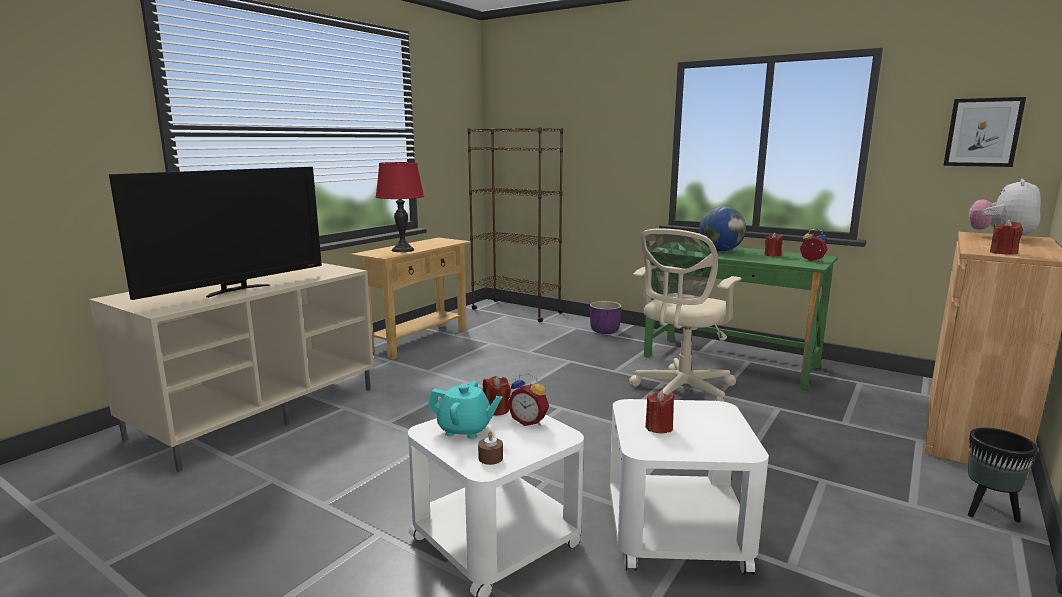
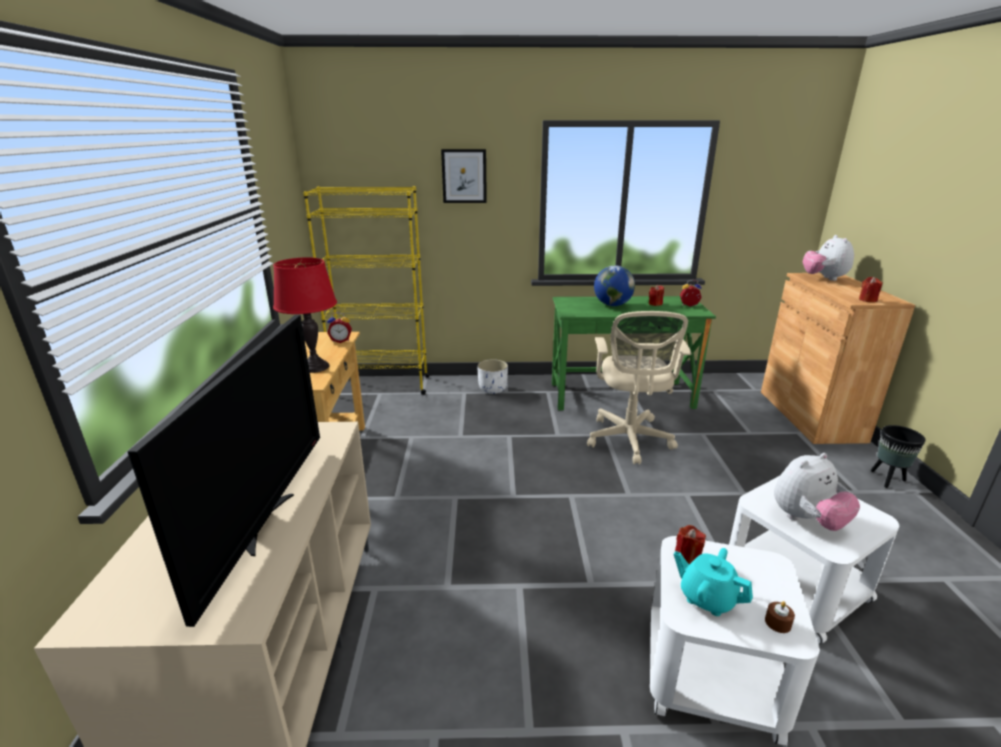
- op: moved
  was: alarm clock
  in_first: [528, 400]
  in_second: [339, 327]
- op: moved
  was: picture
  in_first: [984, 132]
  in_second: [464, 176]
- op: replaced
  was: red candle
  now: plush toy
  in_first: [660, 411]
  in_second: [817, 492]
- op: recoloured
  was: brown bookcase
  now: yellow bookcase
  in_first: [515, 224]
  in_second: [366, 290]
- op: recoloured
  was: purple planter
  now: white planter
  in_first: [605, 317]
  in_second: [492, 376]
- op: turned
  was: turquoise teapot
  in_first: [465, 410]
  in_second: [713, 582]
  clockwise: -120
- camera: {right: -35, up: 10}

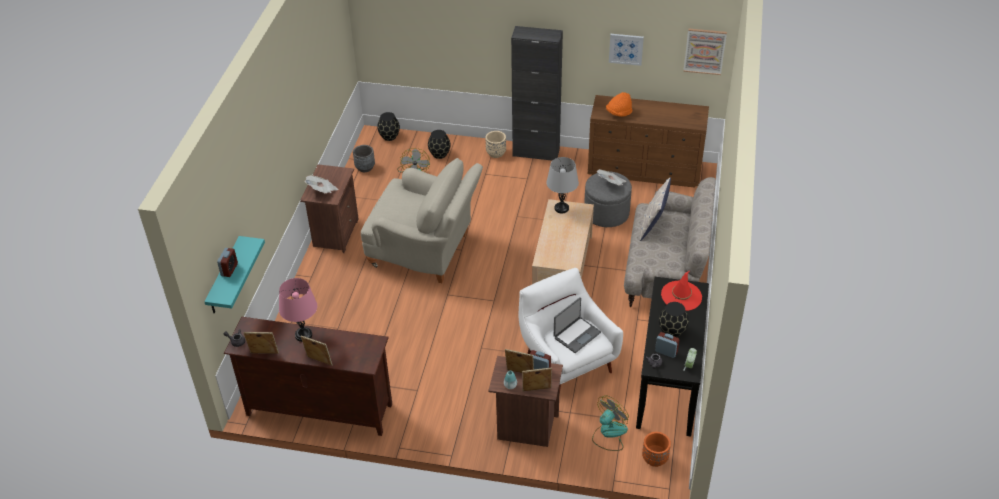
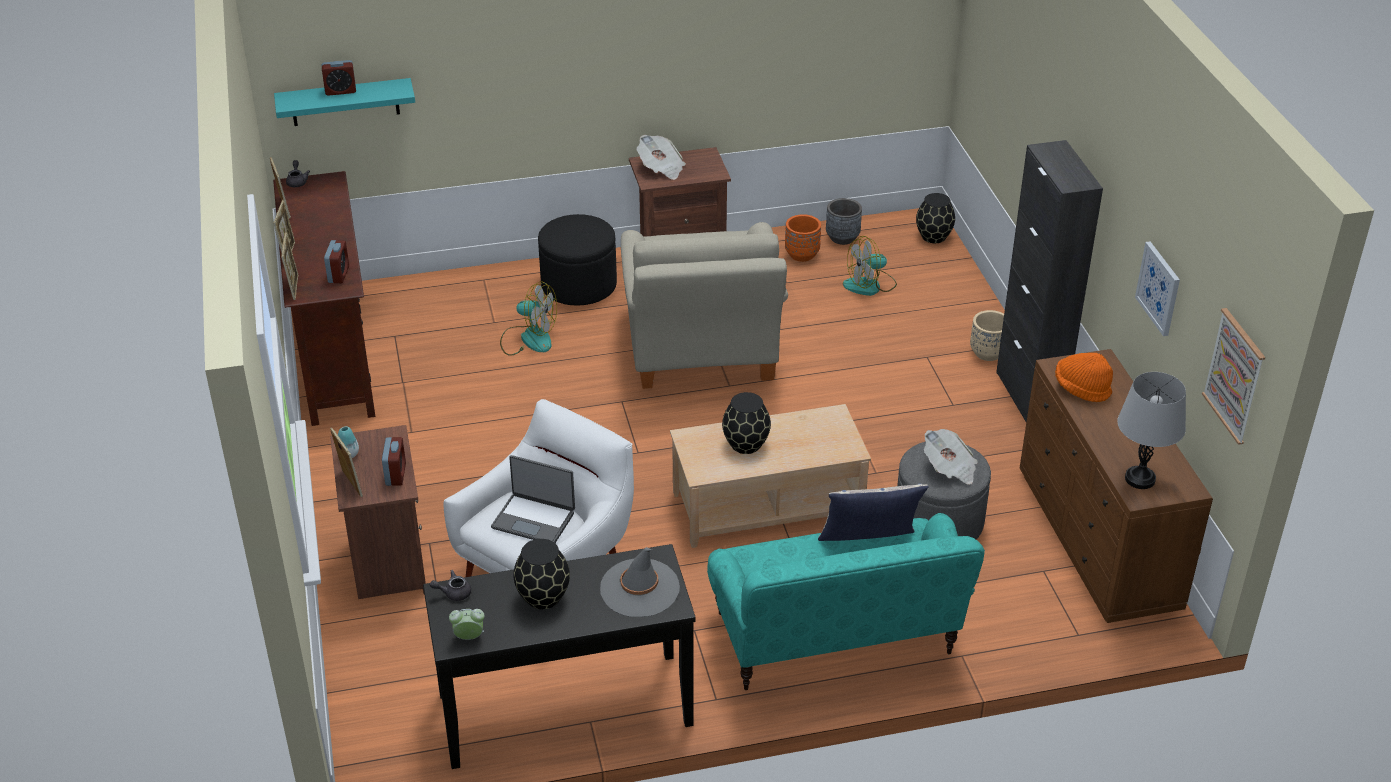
- op: removed
  was: pink table lamp
  in_first: [298, 310]
- op: added
  now: black ottoman
  in_second: [577, 260]
- op: moved
  was: black vase
  in_first: [439, 144]
  in_second: [746, 423]
- op: moved
  was: picture frame
  in_first: [519, 361]
  in_second: [290, 266]
- op: moved
  was: grey table lamp
  in_first: [562, 185]
  in_second: [1151, 430]
- op: moved
  was: fan
  in_first: [610, 423]
  in_second: [528, 319]
- op: moved
  was: orange planter
  in_first: [656, 449]
  in_second: [803, 238]
- op: moved
  was: alarm clock
  in_first: [667, 345]
  in_second: [336, 261]
- op: recoloured
  was: beige sofa
  now: turquoise sofa
  in_first: [670, 242]
  in_second: [846, 601]
- op: recoloured
  was: red hat
  now: grey hat
  in_first: [681, 291]
  in_second: [640, 582]
- camera: {right: 65, up: -5}

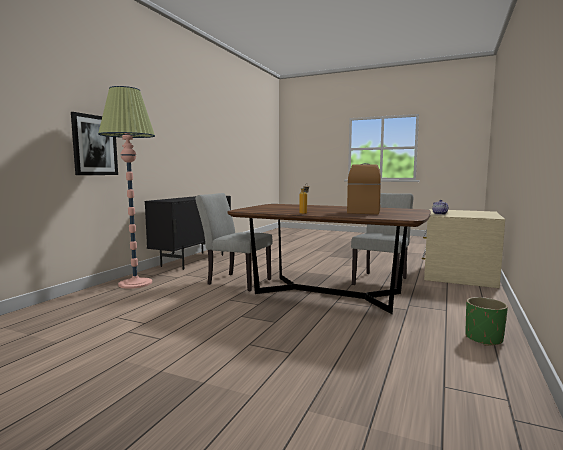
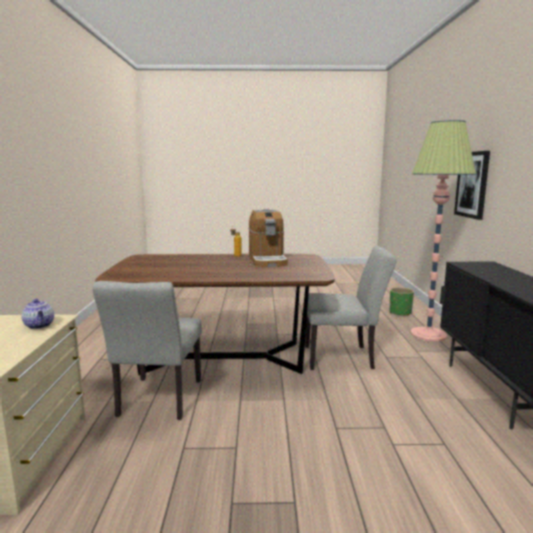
- op: moved
  was: coffee machine
  in_first: [364, 188]
  in_second: [268, 238]
- op: moved
  was: green planter
  in_first: [486, 321]
  in_second: [402, 301]
- camera: {right: 155, up: 5}

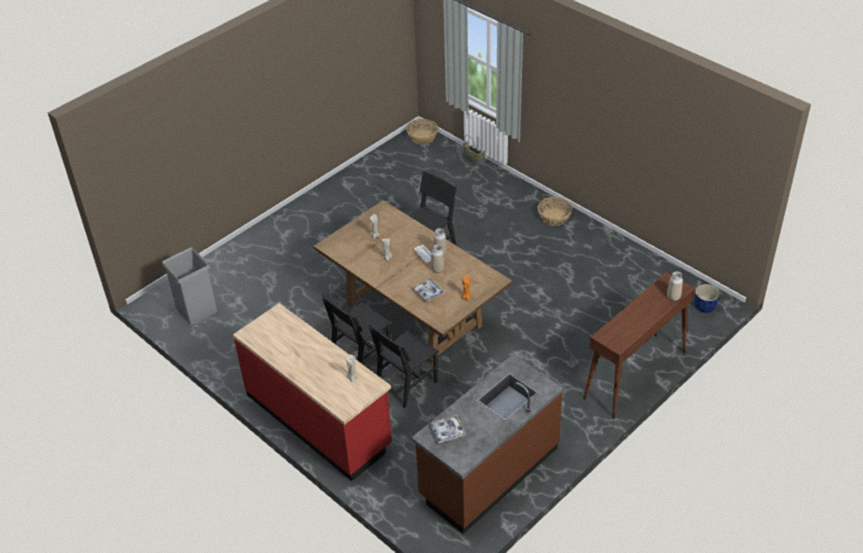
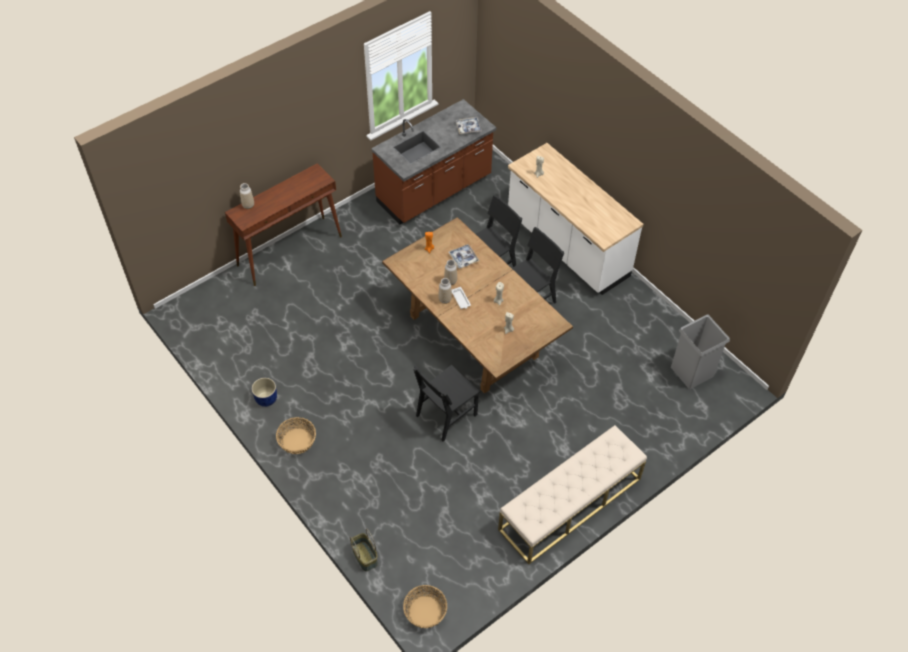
- op: added
  now: beige bench
  in_second: [572, 494]
- op: moved
  was: blue planter
  in_first: [707, 298]
  in_second: [264, 392]
- op: recoloured
  was: red counter
  now: white counter
  in_first: [312, 392]
  in_second: [575, 219]
- camera: {right: -175, up: 10}

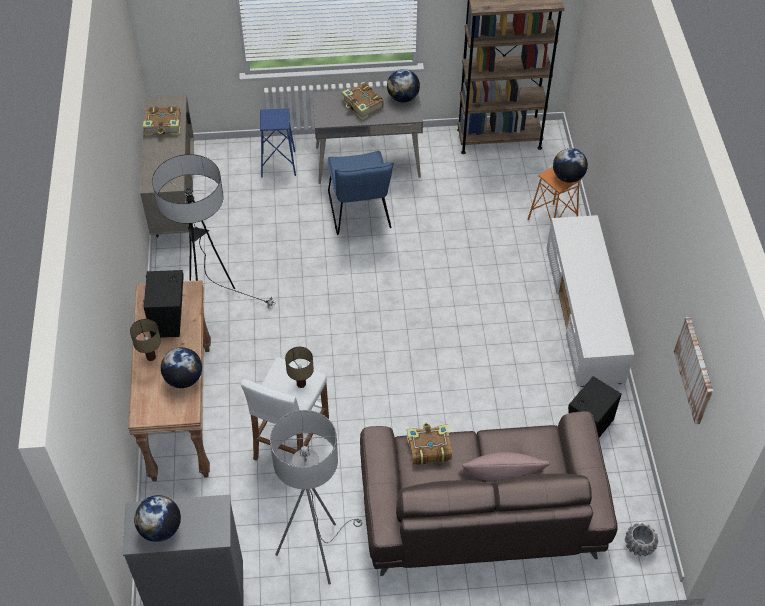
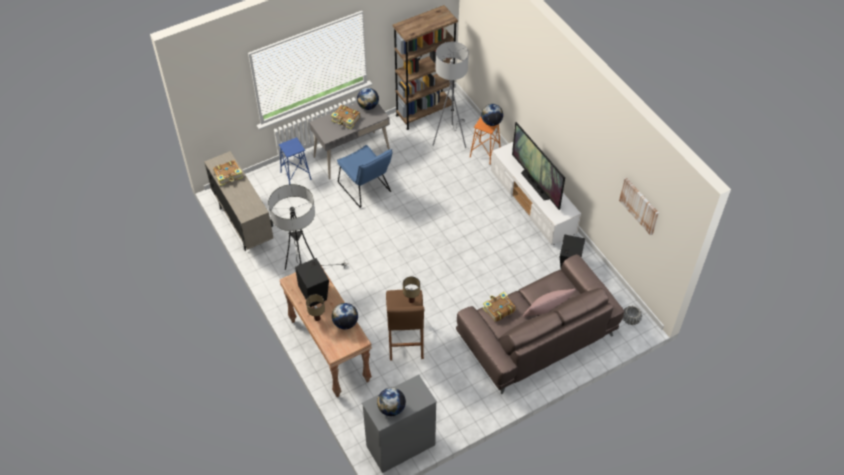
- op: added
  now: television
  in_second: [538, 166]
- op: moved
  was: grey floor lamp
  in_first: [316, 497]
  in_second: [450, 95]
- op: recoloured
  was: white stool
  now: brown stool
  in_first: [285, 409]
  in_second: [405, 325]
- camera: {right: -25, up: 0}

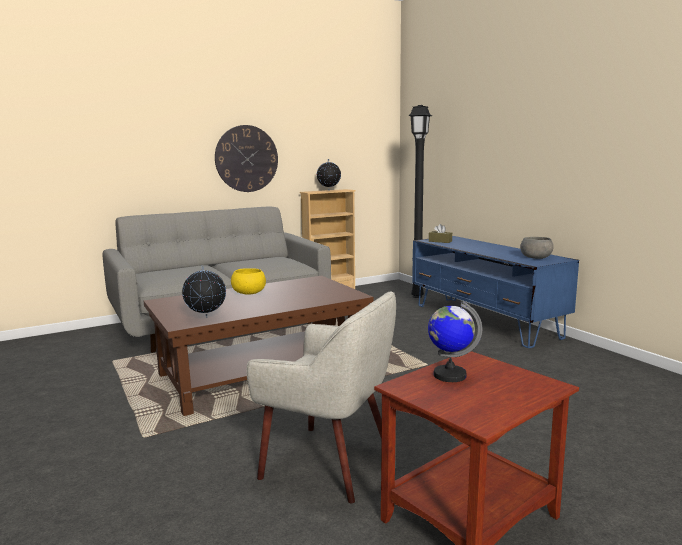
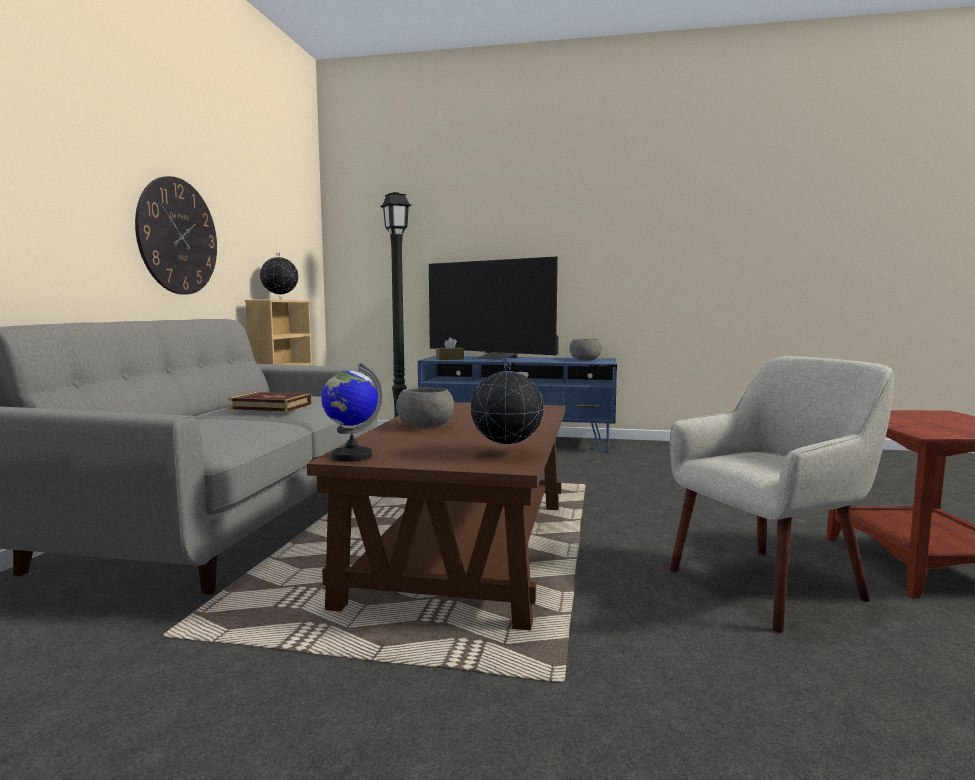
- op: added
  now: book
  in_second: [270, 402]
- op: added
  now: television
  in_second: [494, 308]
- op: moved
  was: globe
  in_first: [455, 341]
  in_second: [351, 412]
- op: recoloured
  was: yellow bowl
  now: grey bowl
  in_first: [248, 281]
  in_second: [425, 408]
- camera: {right: -50, up: -5}

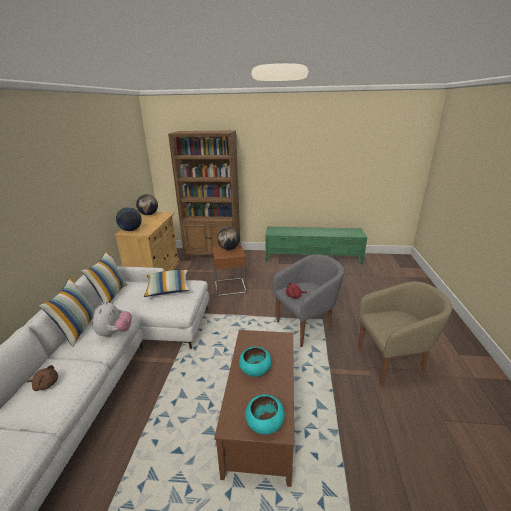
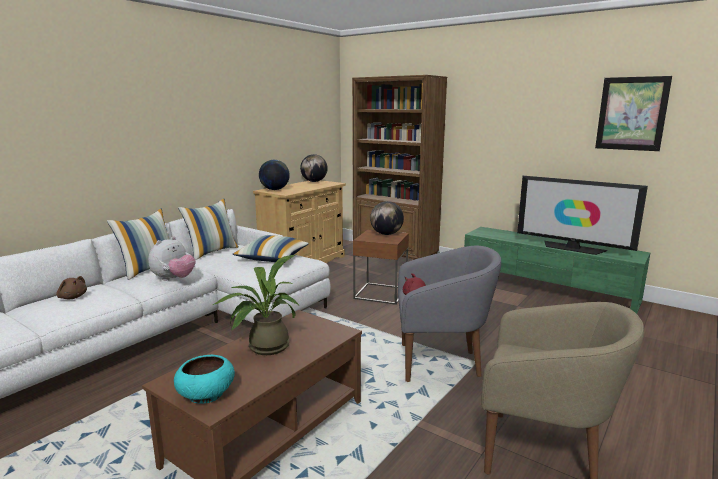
- op: added
  now: television
  in_second: [582, 215]
- op: added
  now: picture
  in_second: [633, 113]
- op: replaced
  was: turquoise bowl
  now: potted plant
  in_first: [255, 362]
  in_second: [255, 305]
- camera: {right: 30, up: -10}

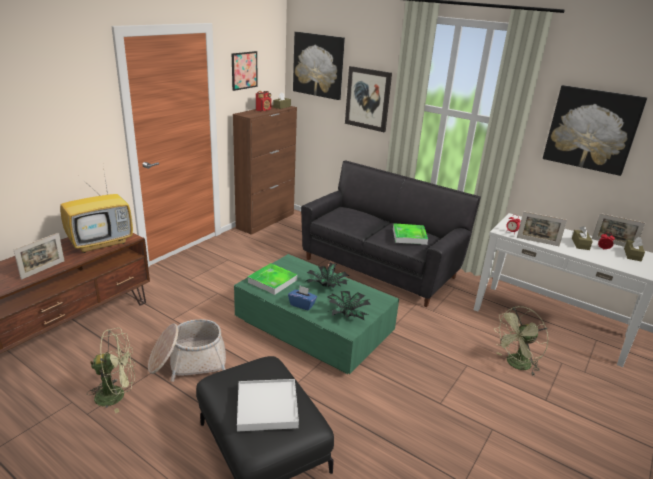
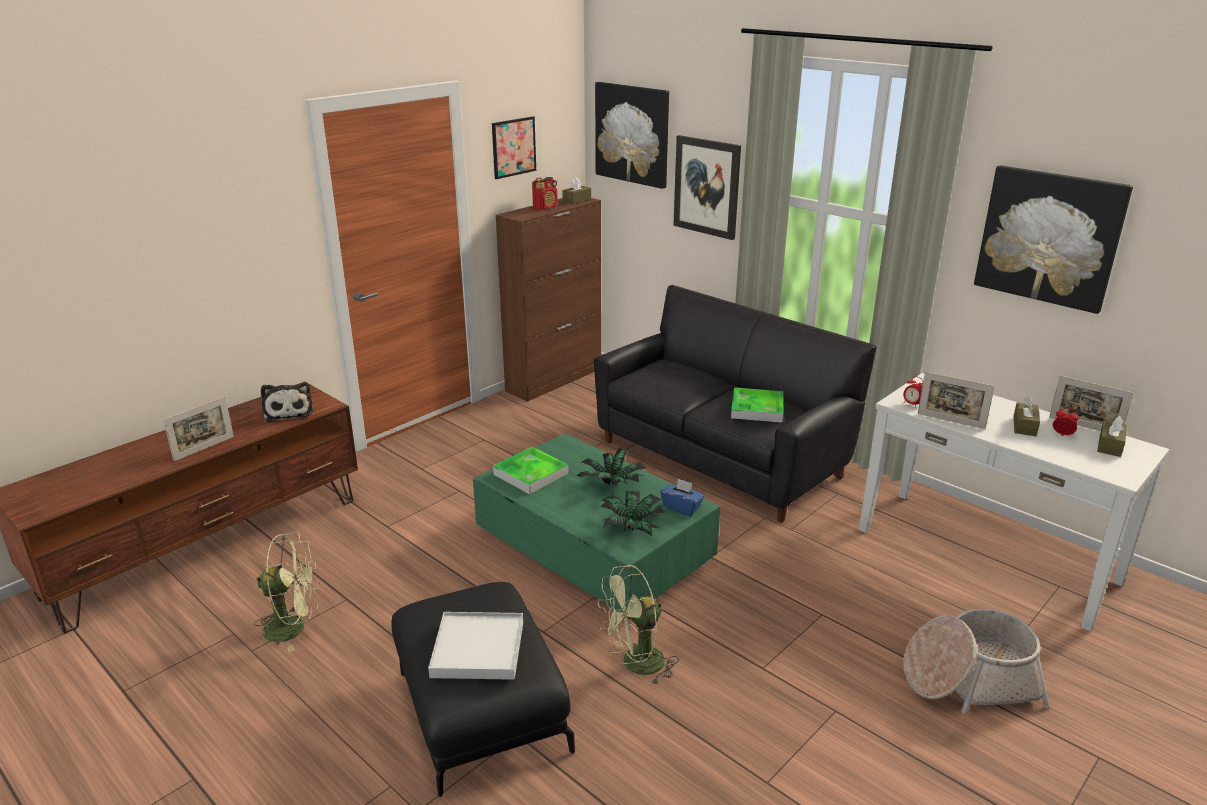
- op: moved
  was: basket
  in_first: [187, 350]
  in_second: [976, 662]
- op: moved
  was: blue tissue box
  in_first: [302, 298]
  in_second: [682, 497]
- op: moved
  was: green fan
  in_first: [521, 341]
  in_second: [638, 625]
- op: replaced
  was: television
  now: plush toy
  in_first: [96, 209]
  in_second: [287, 402]
- camera: {right: 10, up: 0}

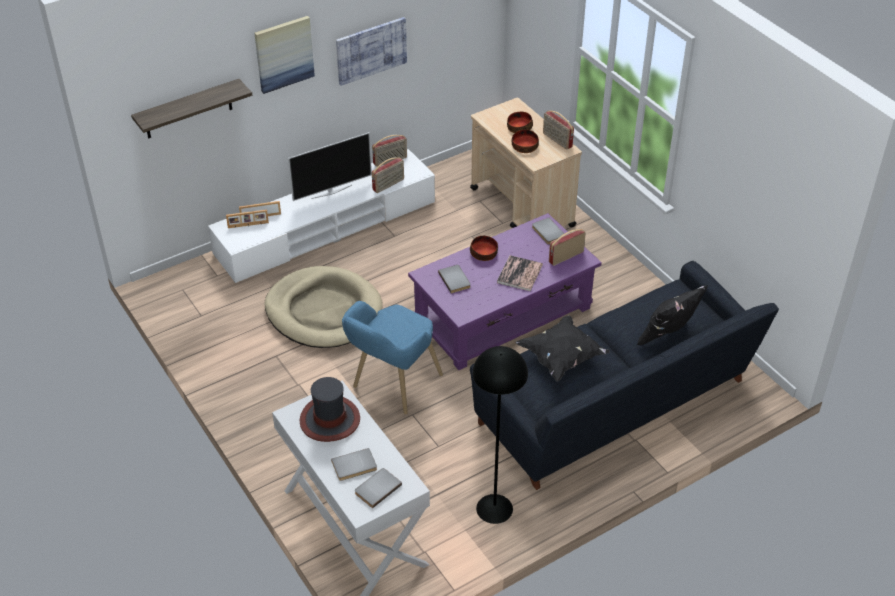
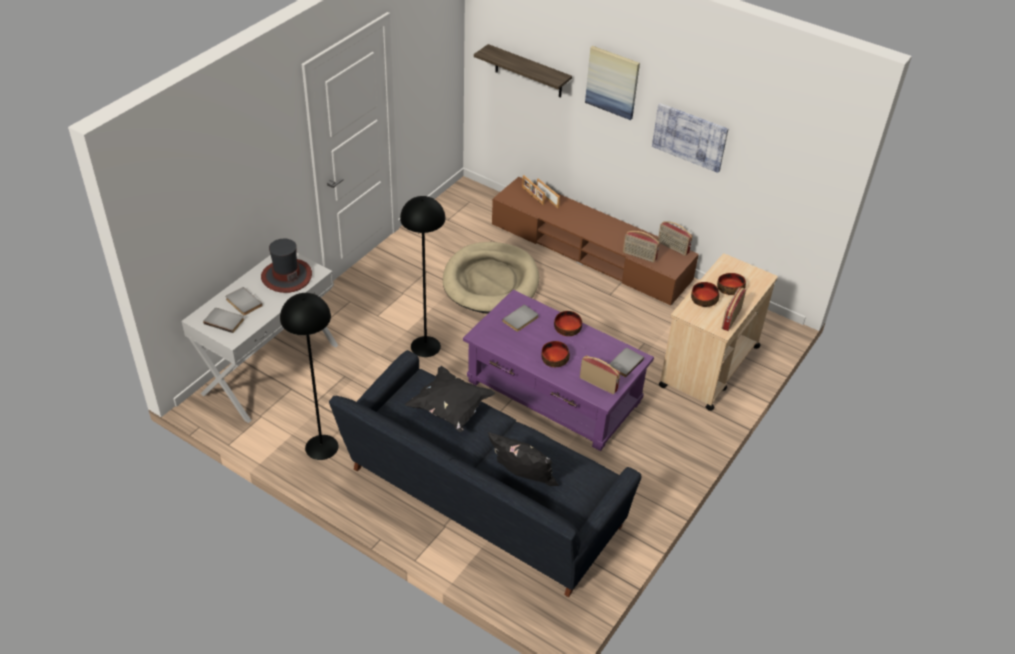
- op: removed
  was: television
  in_first: [330, 166]
- op: replaced
  was: blue armchair
  now: black floor lamp
  in_first: [392, 357]
  in_second: [422, 276]
- op: replaced
  was: book
  now: bowl
  in_first: [520, 273]
  in_second: [555, 354]
- op: recoloured
  was: white tv stand
  now: brown tv stand
  in_first: [321, 216]
  in_second: [595, 241]
- camera: {right: 65, up: 0}

